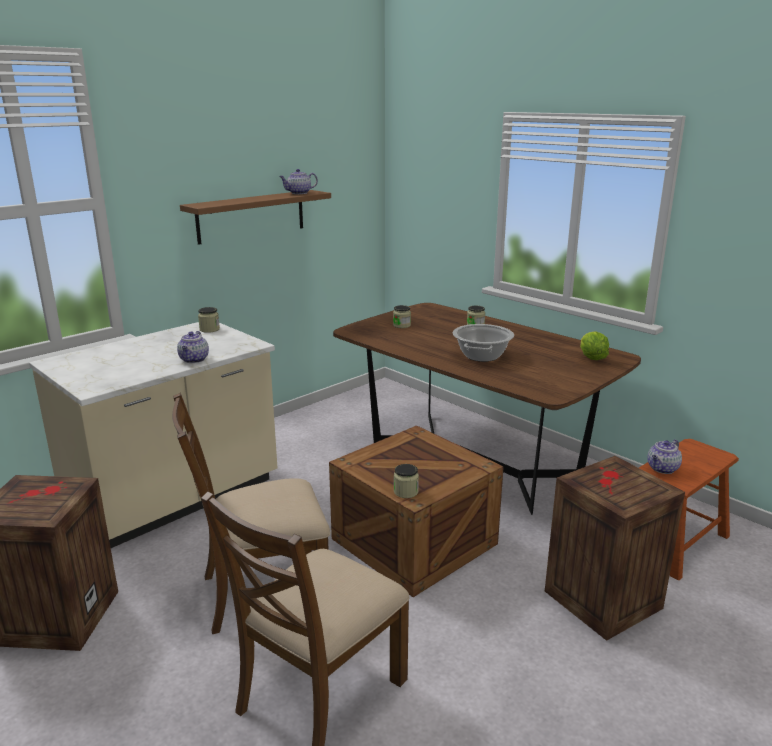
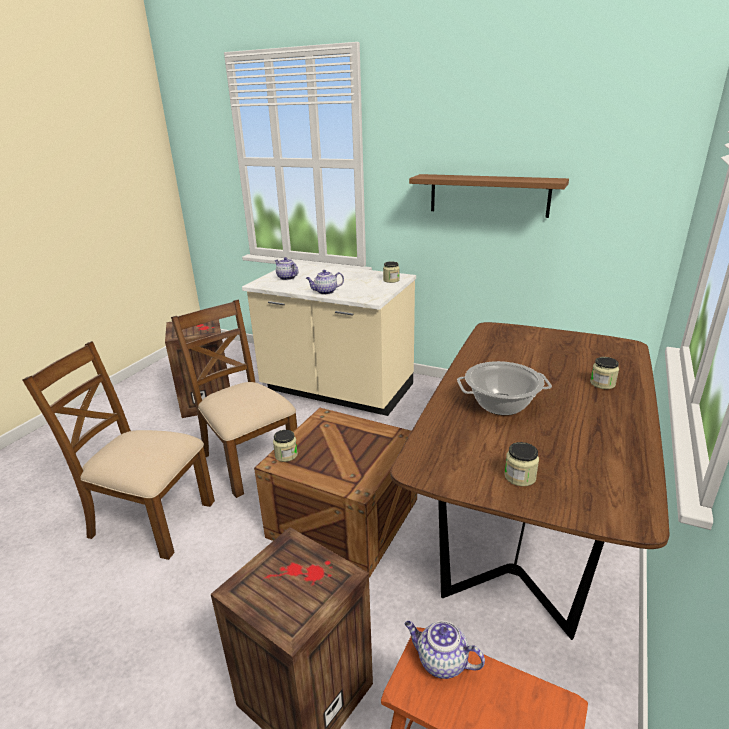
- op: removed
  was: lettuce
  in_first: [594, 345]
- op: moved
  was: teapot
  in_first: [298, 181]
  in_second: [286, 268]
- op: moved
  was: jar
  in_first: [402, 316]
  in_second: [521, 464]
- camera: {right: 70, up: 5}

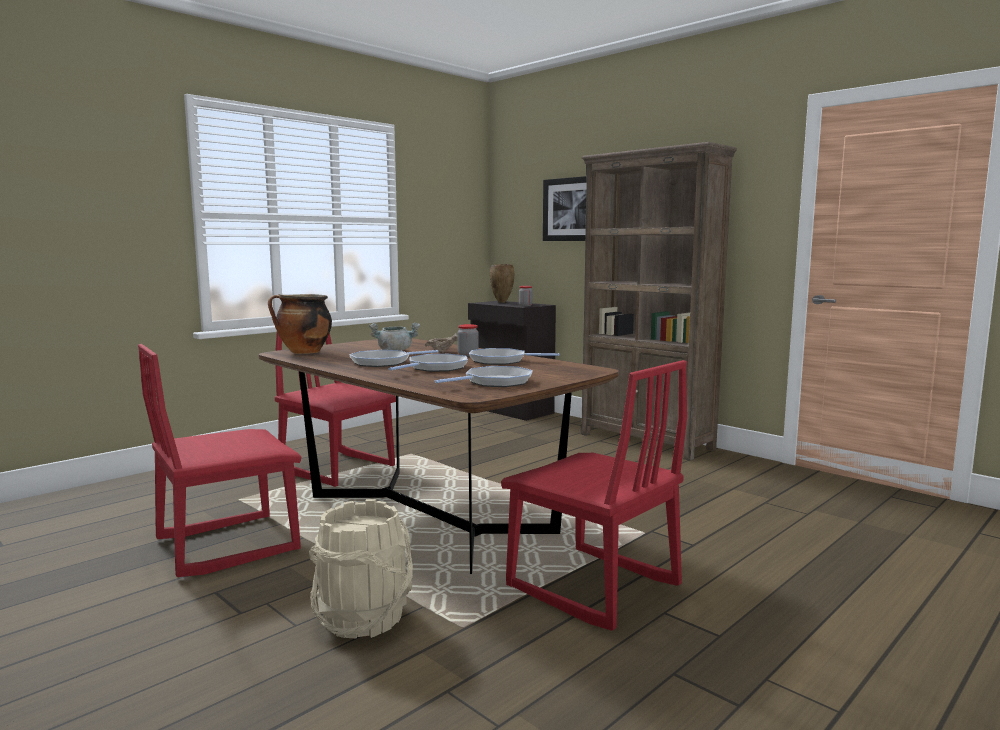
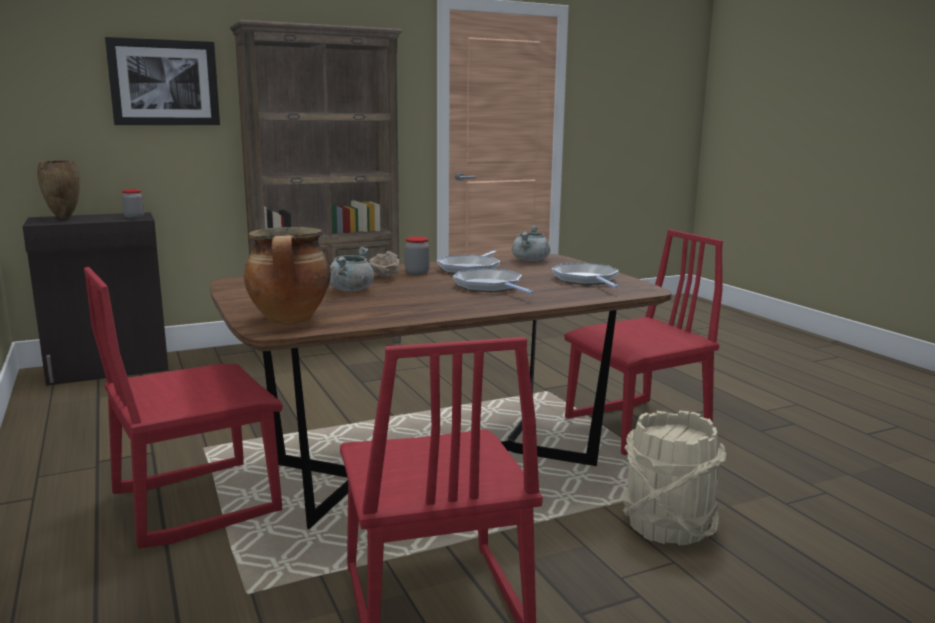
- op: removed
  was: frying pan
  in_first: [394, 358]
- op: added
  now: grey cooking pot
  in_second: [531, 243]
- camera: {right: -70, up: 5}

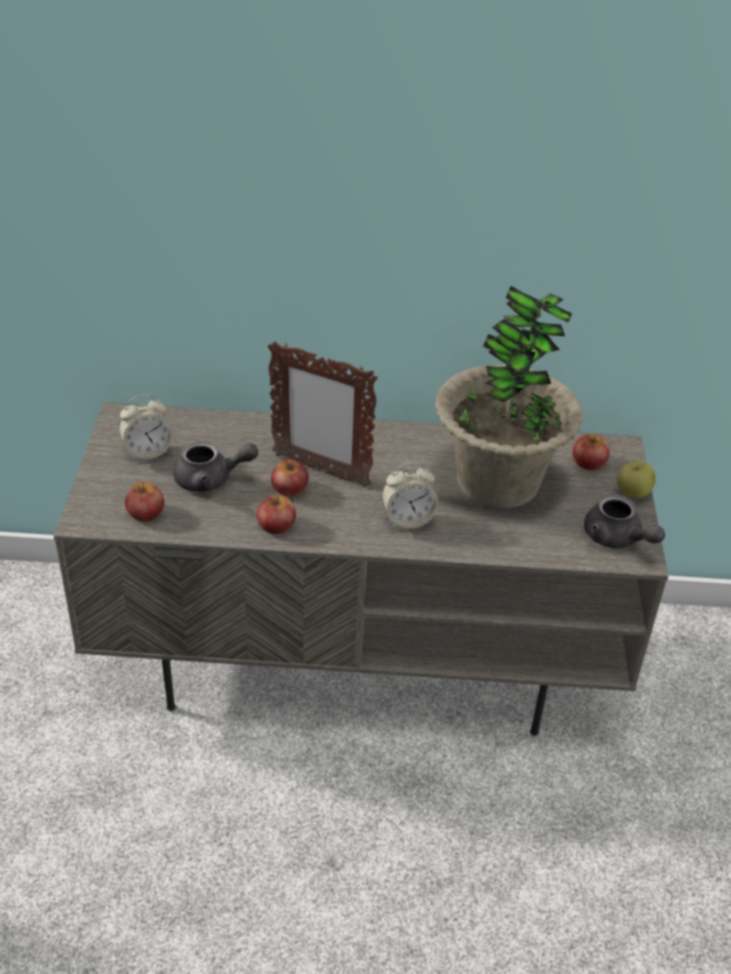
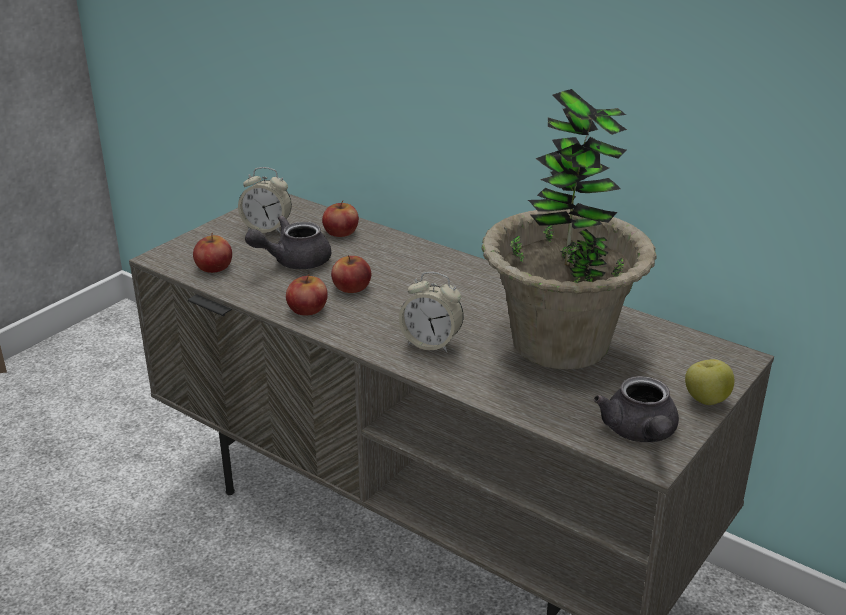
- op: removed
  was: picture frame
  in_first: [323, 414]
- op: moved
  was: apple
  in_first: [591, 452]
  in_second: [340, 219]
- op: turned
  was: grey teapot
  in_first: [215, 466]
  in_second: [288, 242]
  clockwise: 120
- camera: {right: 35, up: -10}

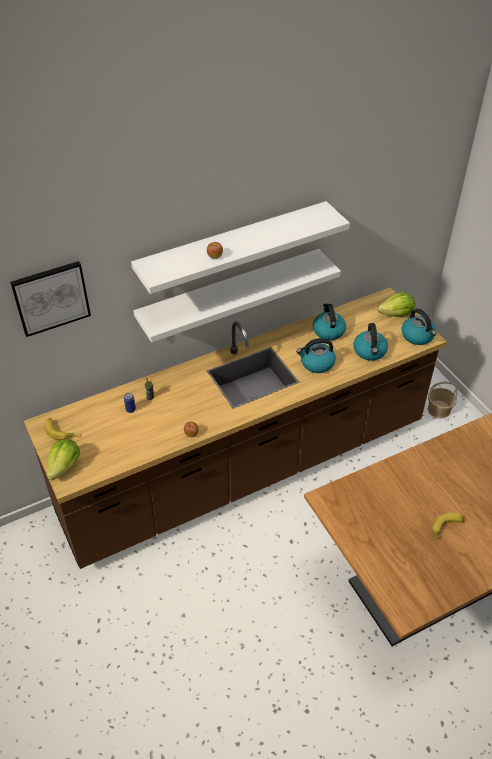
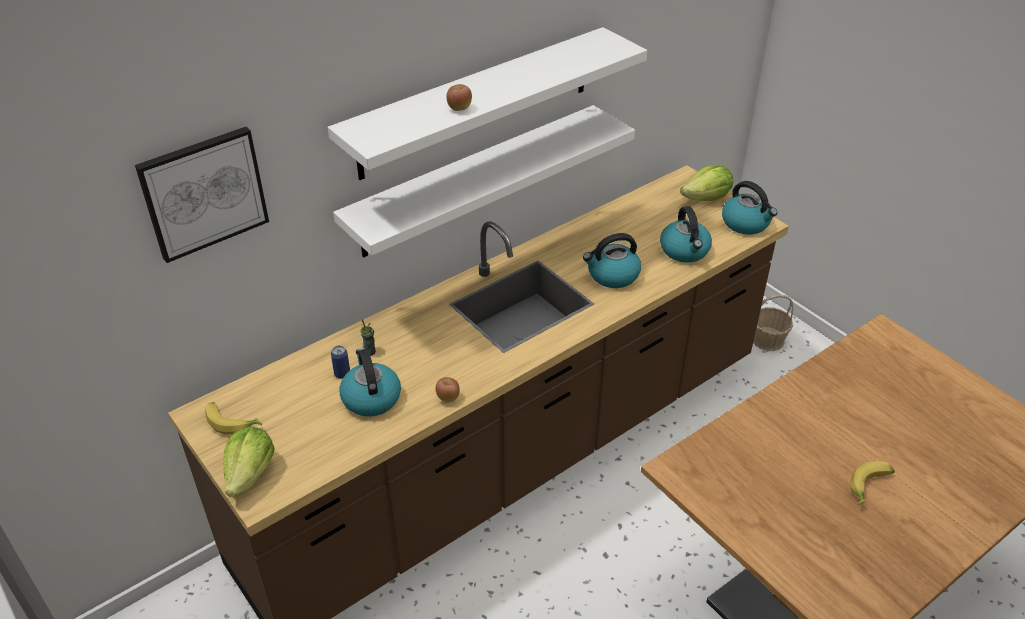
- op: moved
  was: kettle
  in_first: [329, 321]
  in_second: [370, 382]
- camera: {right: -10, up: -5}

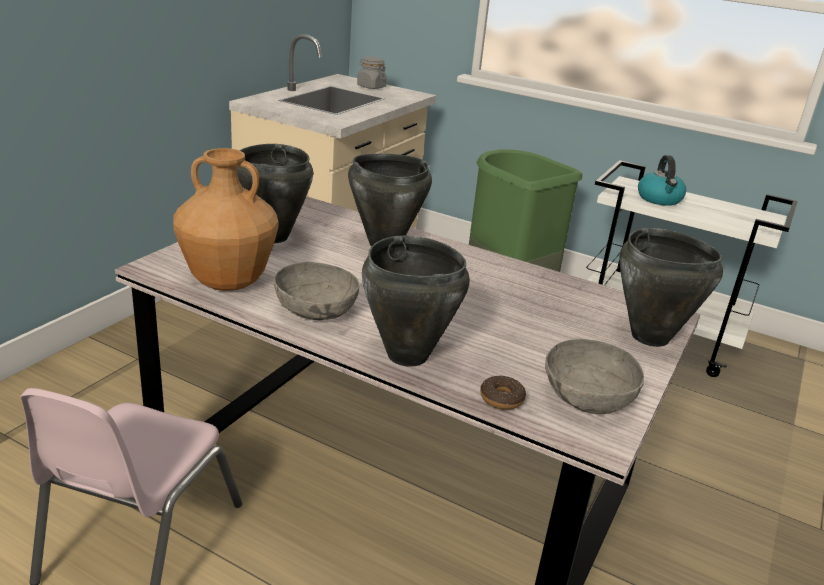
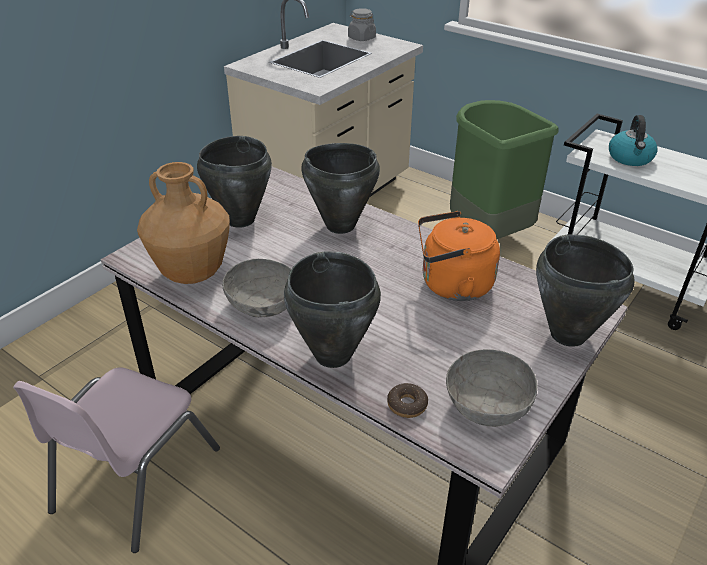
- op: added
  now: orange kettle
  in_second: [459, 256]
- camera: {right: 10, up: 10}

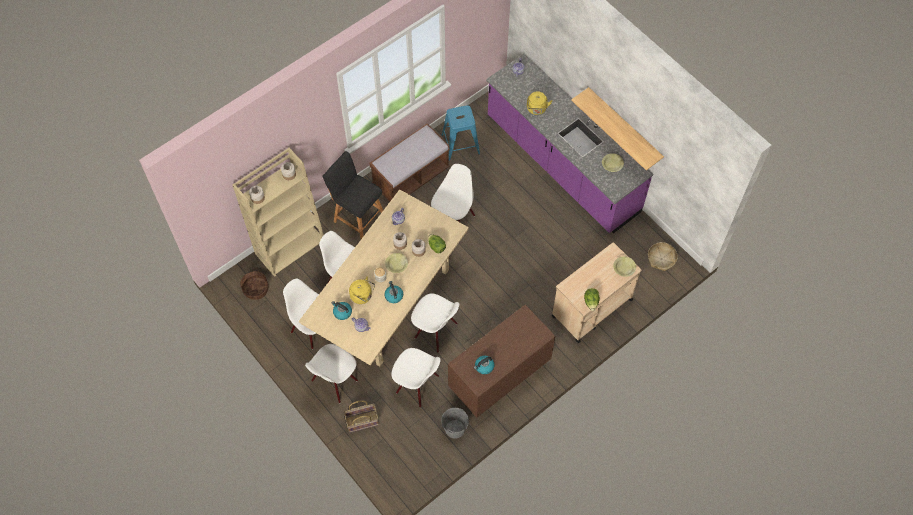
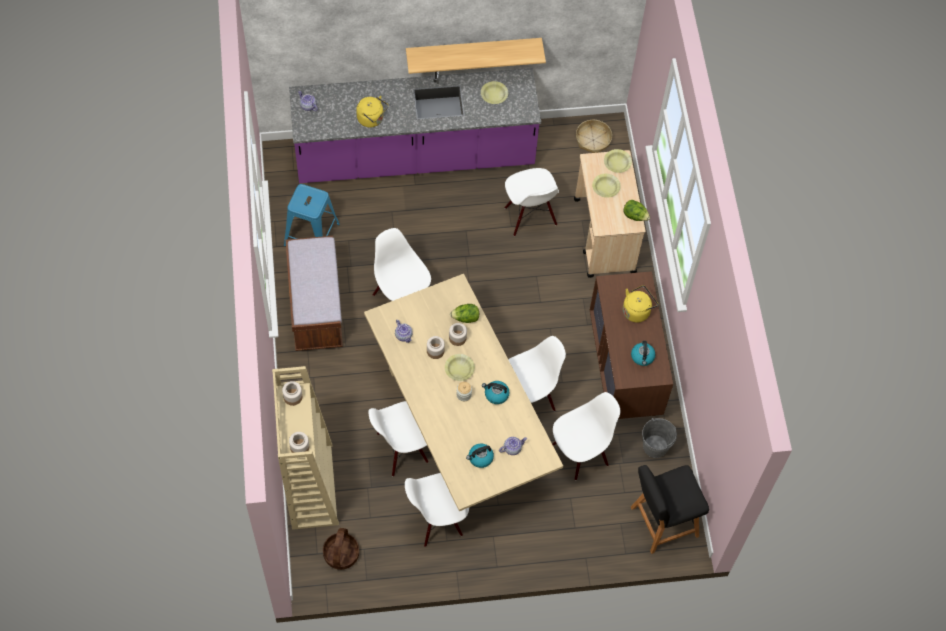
- op: removed
  was: basket
  in_first: [361, 416]
- op: added
  now: yellow bowl
  in_second: [606, 186]
- op: moved
  was: white chair
  in_first: [331, 373]
  in_second: [532, 202]
- op: moved
  was: black stool
  in_first: [353, 195]
  in_second: [670, 509]
- op: moved
  was: yellow kettle
  in_first: [362, 290]
  in_second: [640, 304]
- camera: {right: -60, up: 0}

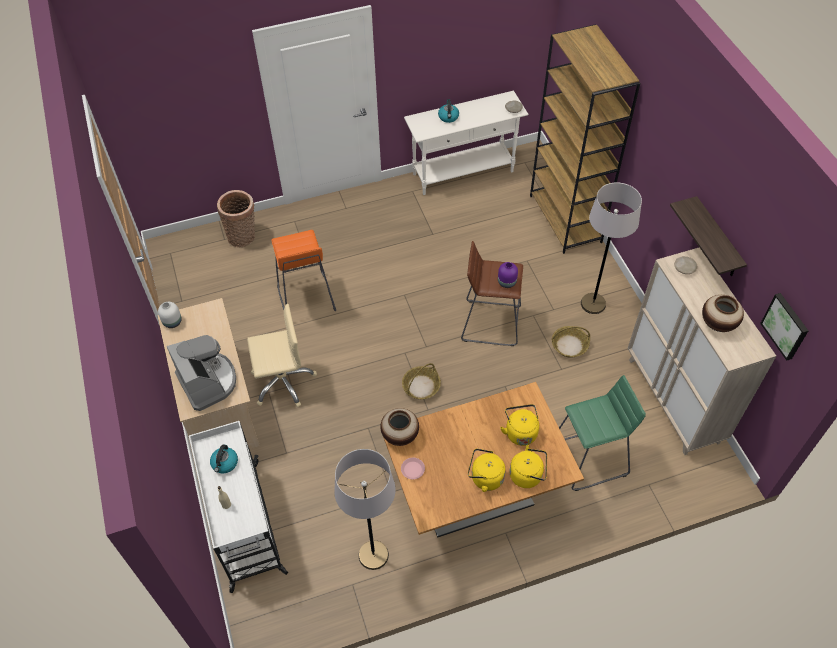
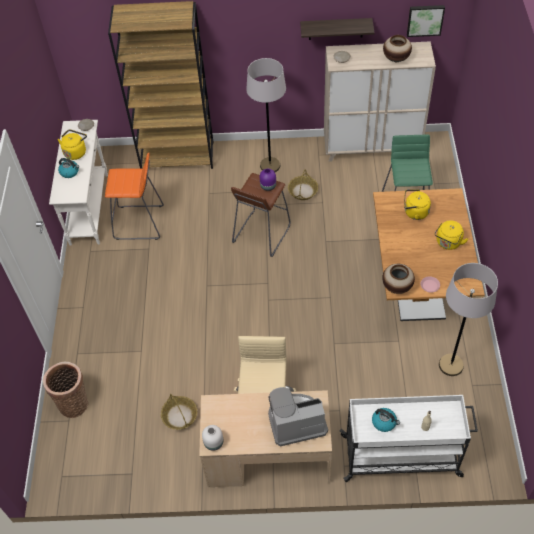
- op: moved
  was: orange stool
  in_first: [304, 270]
  in_second: [134, 196]
- op: moved
  was: basket
  in_first: [421, 381]
  in_second: [179, 412]
- op: moved
  was: yellow kettle
  in_first: [528, 466]
  in_second: [72, 144]
- camera: {right: -70, up: 0}

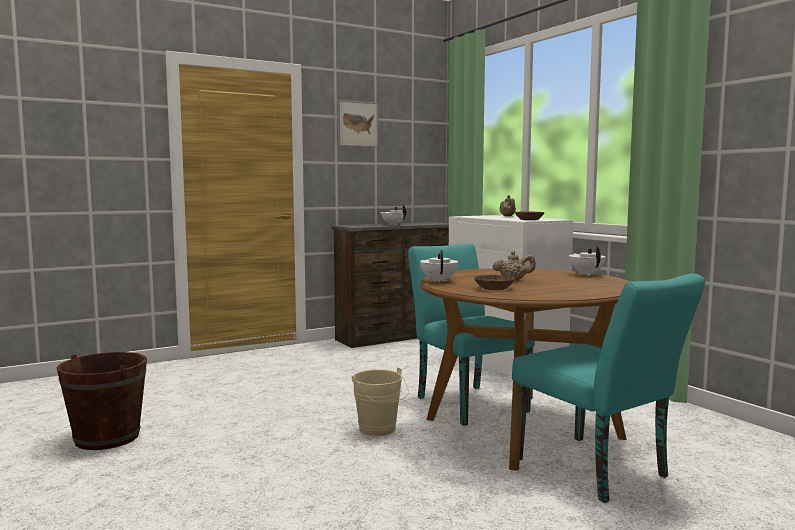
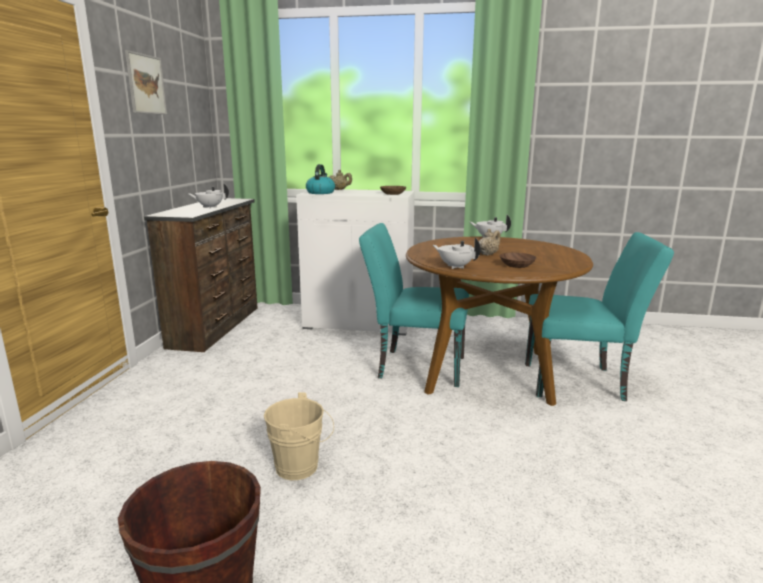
- op: added
  now: kettle
  in_second: [320, 179]
- op: moved
  was: beige bucket
  in_first: [380, 401]
  in_second: [299, 436]
- camera: {right: -50, up: 10}

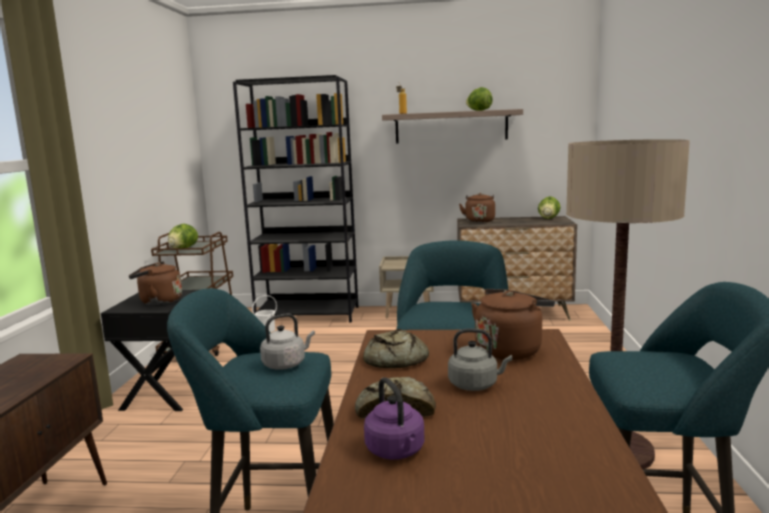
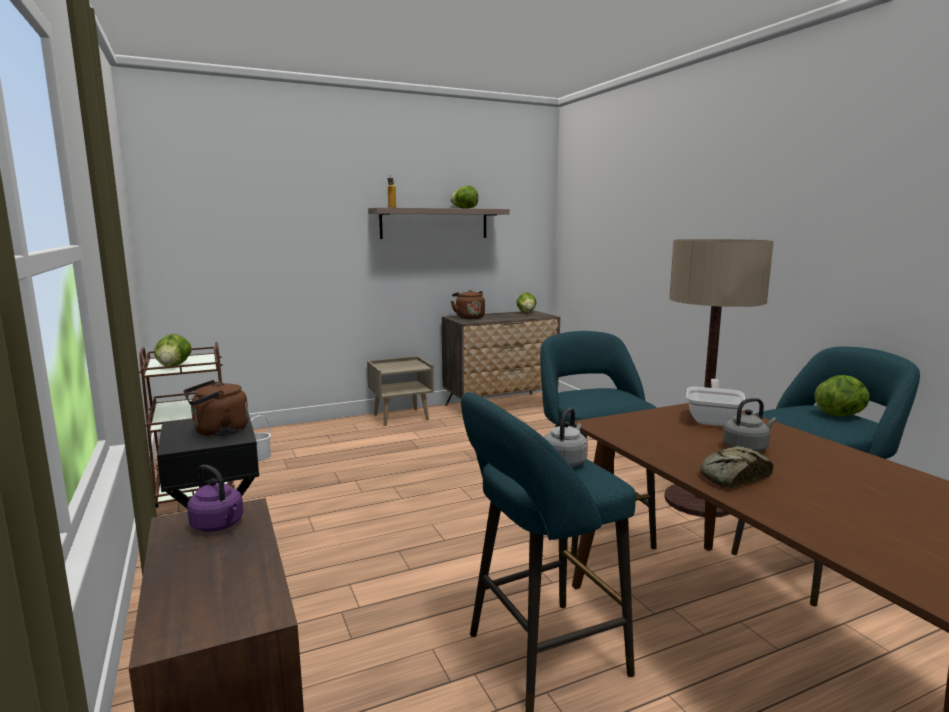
- op: removed
  was: black bookcase
  in_first: [295, 198]
- op: removed
  was: bread
  in_first: [396, 348]
- op: added
  now: lettuce
  in_second: [842, 395]
- op: moved
  was: purple kettle
  in_first: [394, 418]
  in_second: [215, 498]
- op: replaced
  was: brown kettle
  now: frying pan
  in_first: [513, 324]
  in_second: [715, 402]
- camera: {right: -30, up: 0}

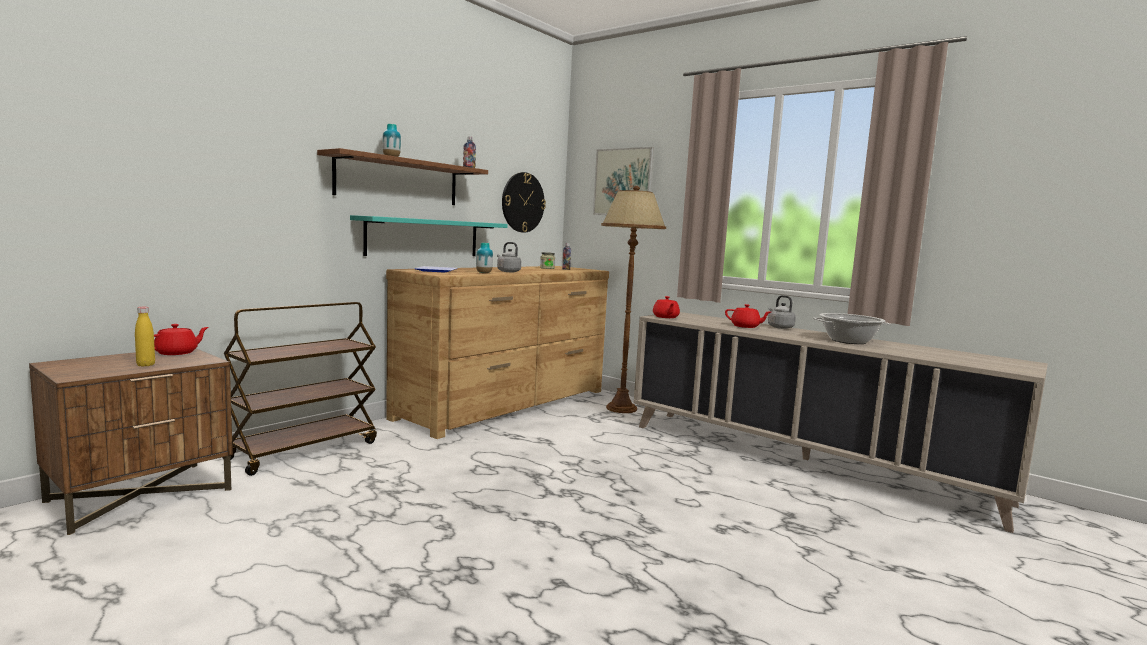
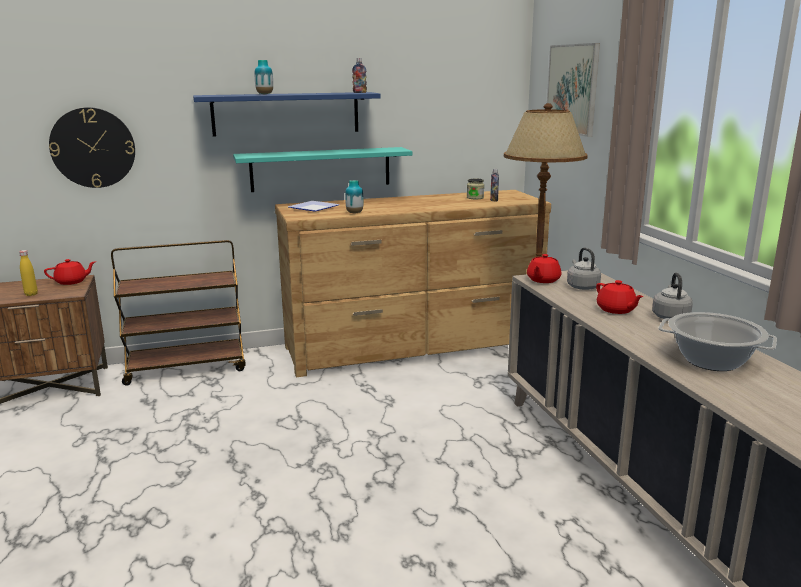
- op: moved
  was: grey kettle
  in_first: [509, 257]
  in_second: [584, 268]
- op: moved
  was: wall clock
  in_first: [524, 202]
  in_second: [92, 147]
- op: recoloured
  was: brown shelf
  now: blue shelf
  in_first: [402, 176]
  in_second: [287, 114]
- camera: {right: 35, up: 10}

